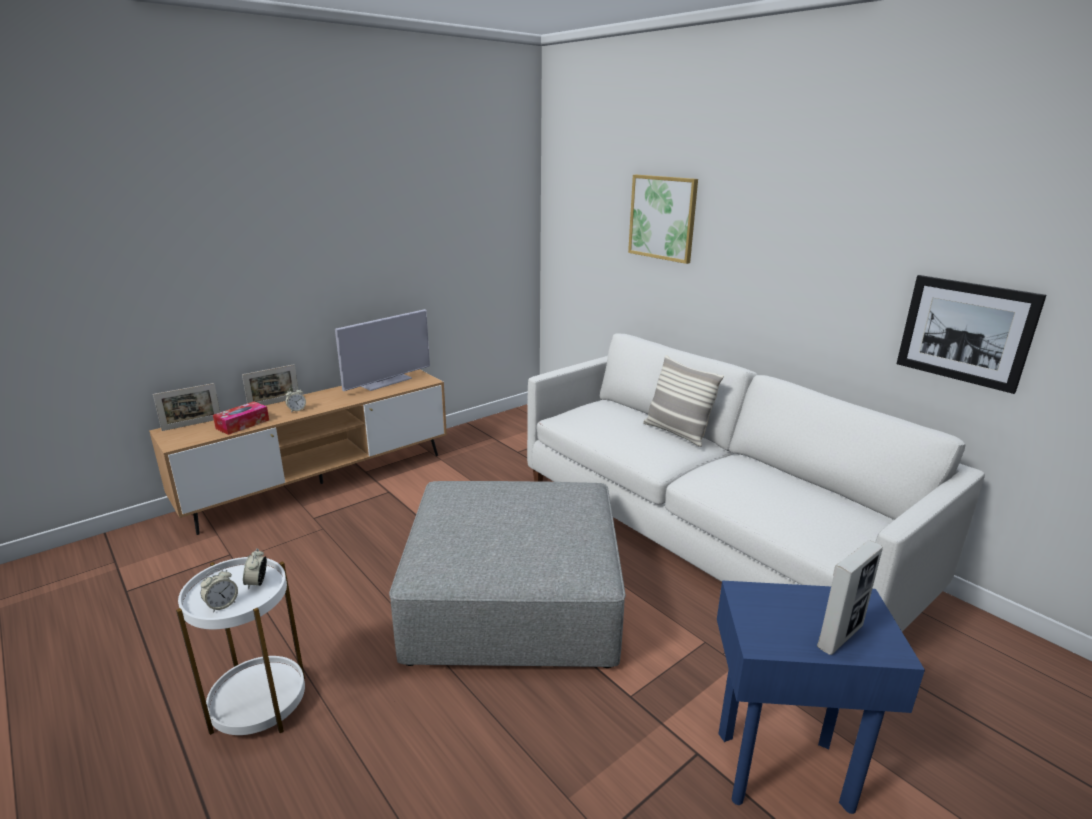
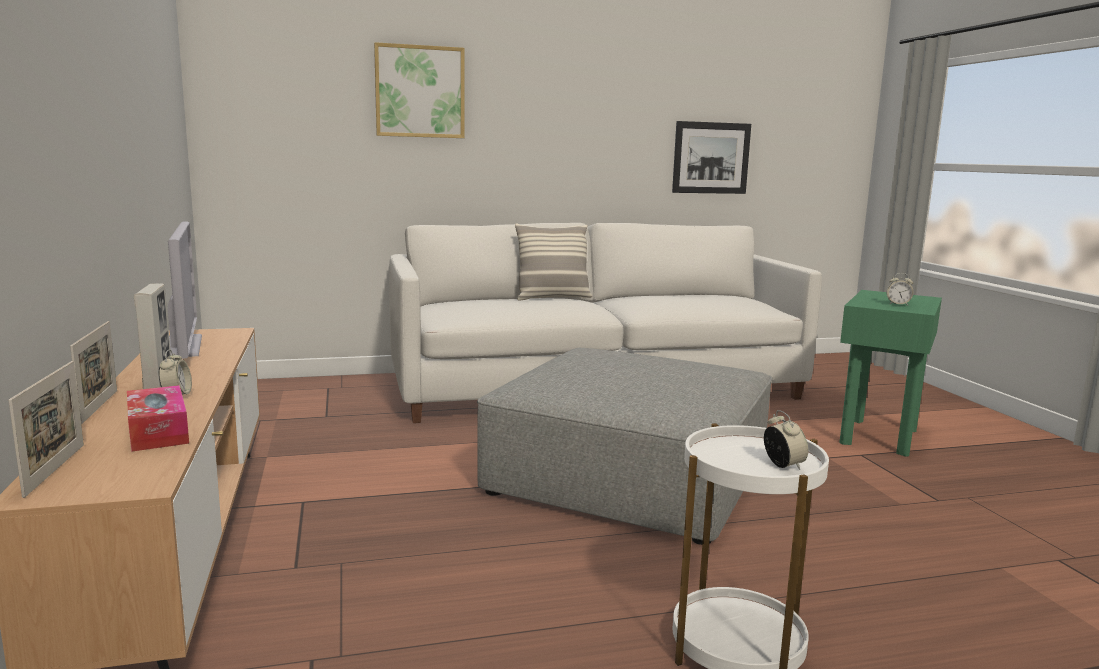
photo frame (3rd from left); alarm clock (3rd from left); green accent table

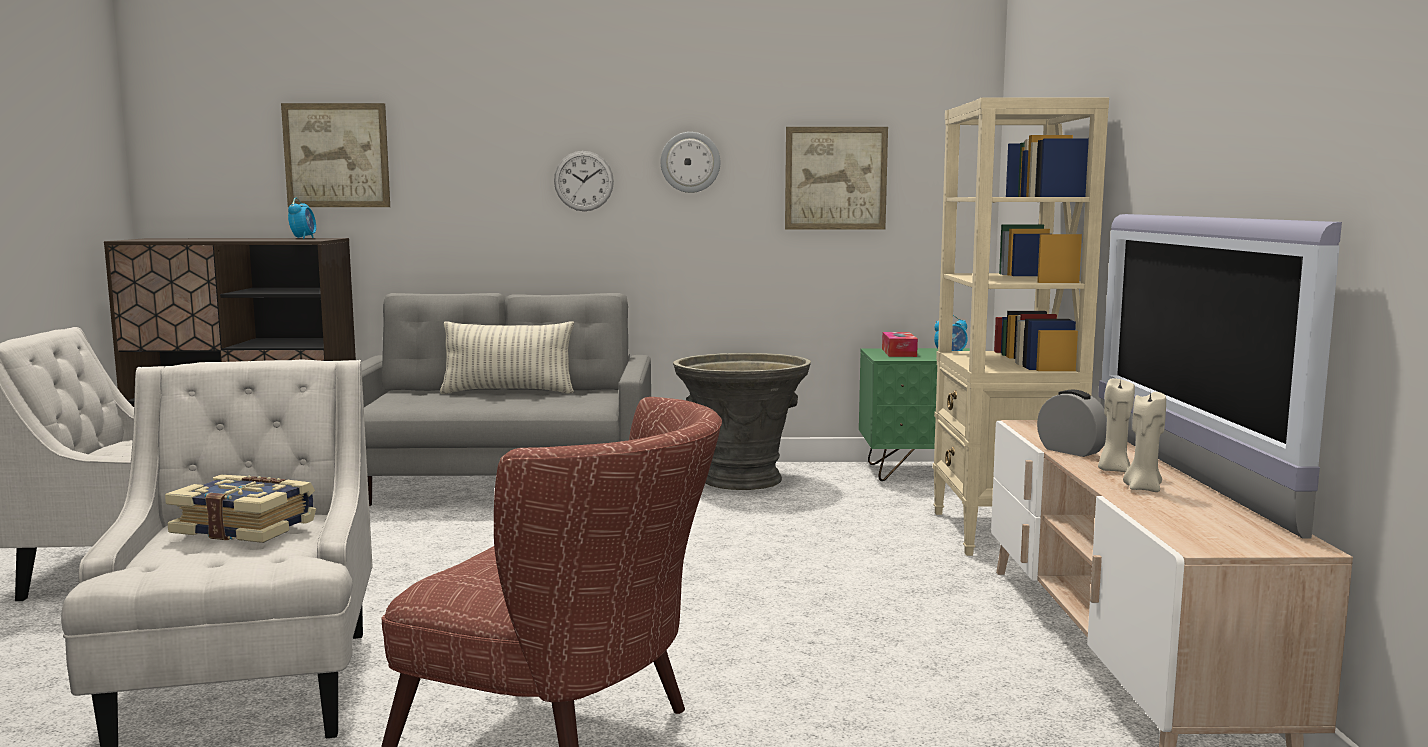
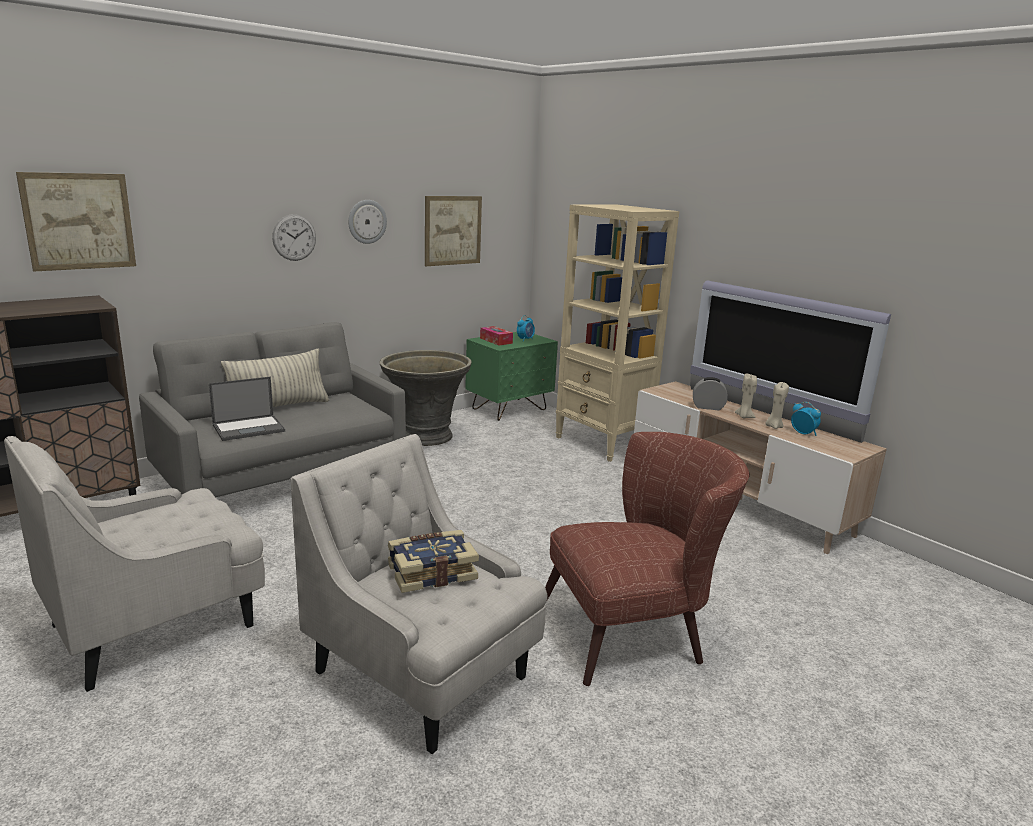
alarm clock (3rd from left); notebook computer

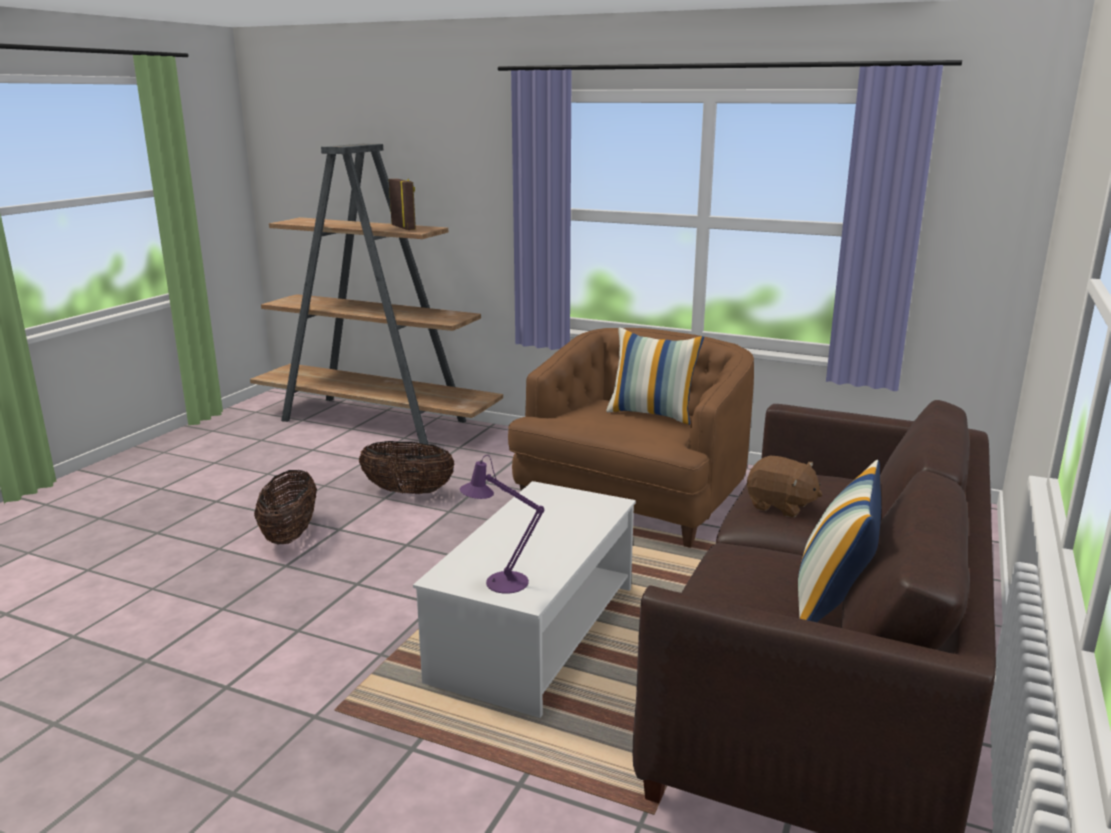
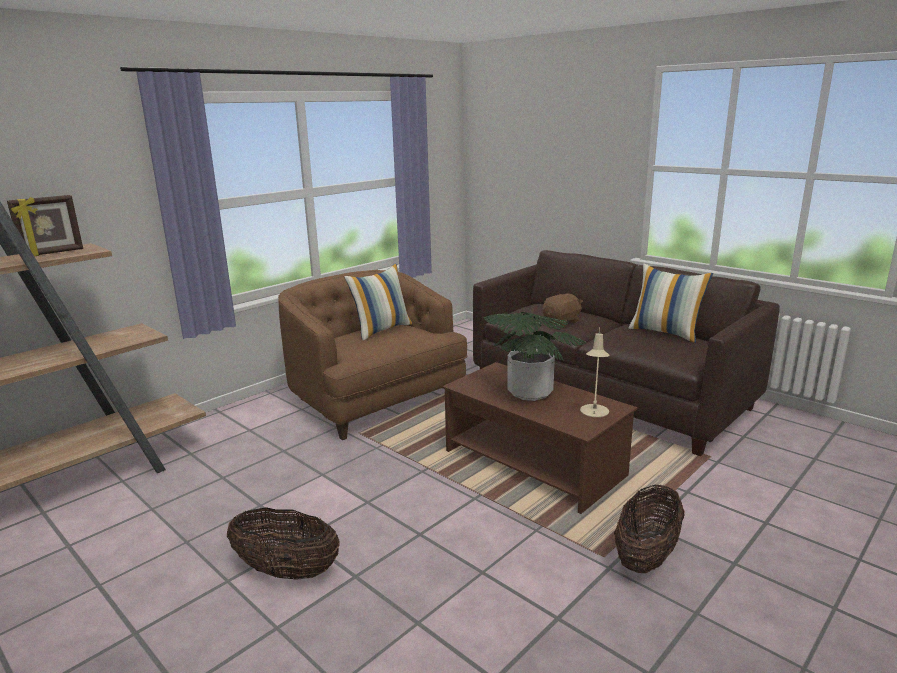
photo frame; household basket (2nd from left); sand-coloured lamp for a table; brown lounge table; plant in a pot

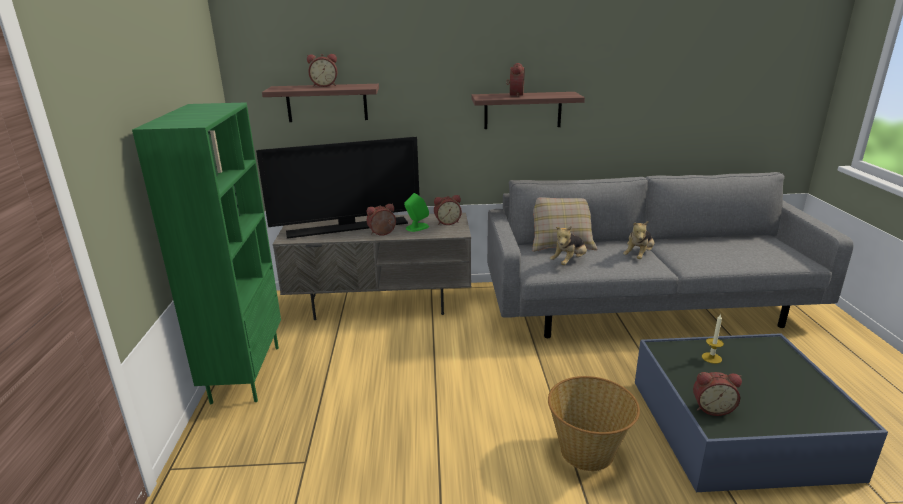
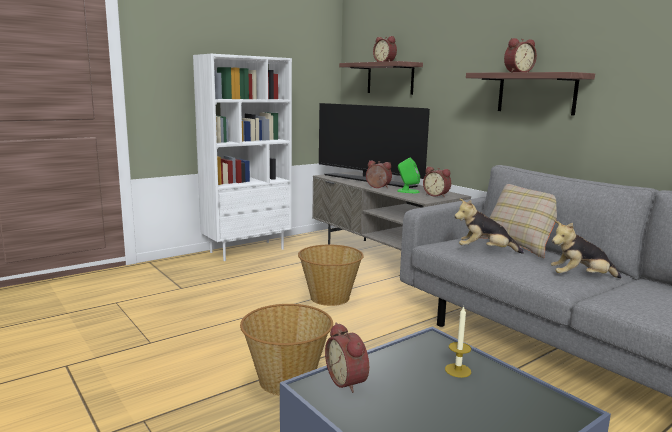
white-coloured bookcase; household basket (2nd from left)

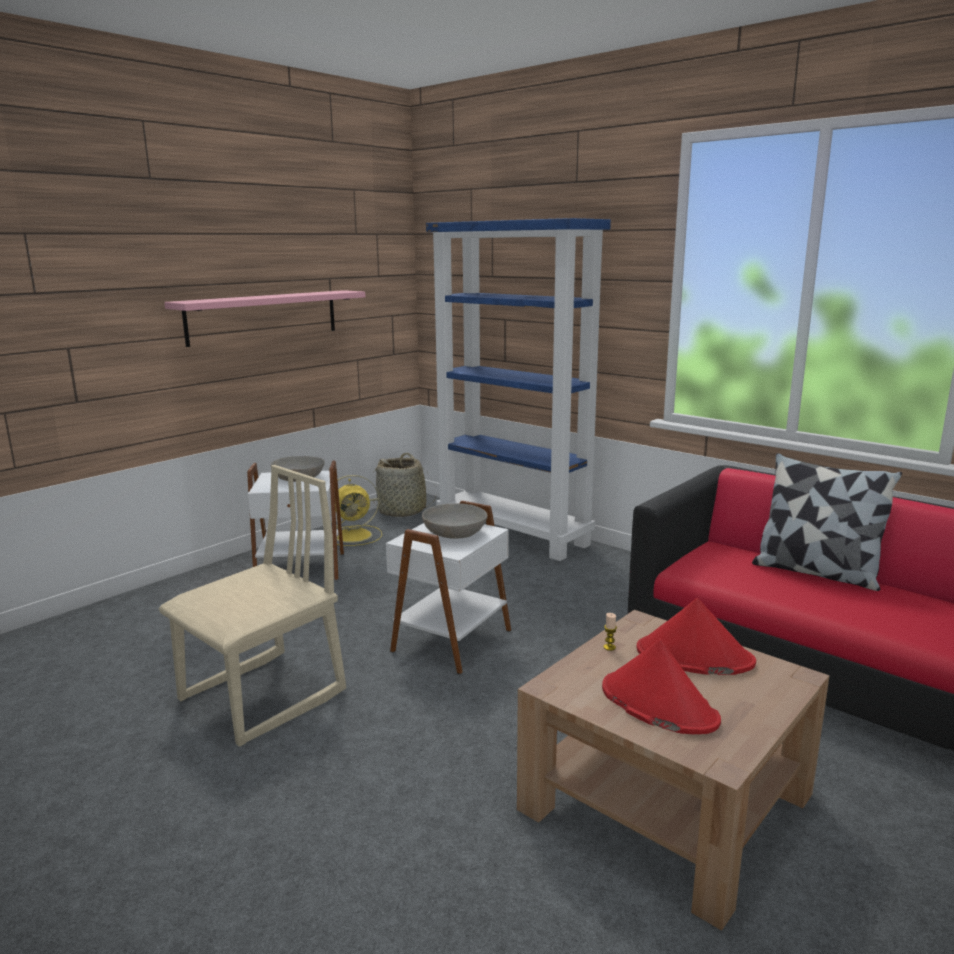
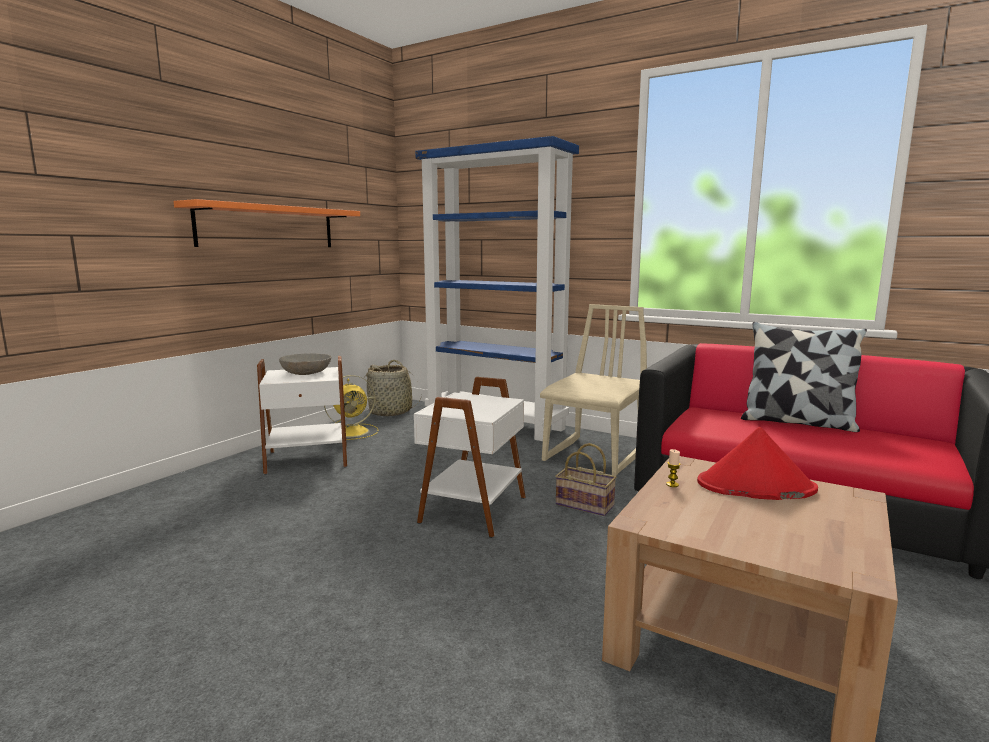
orange bracket shelf; sand-coloured chair; gray bowl (2nd from left in the first image); red wearable hat (1st from left in the first image); household basket (2nd from left)

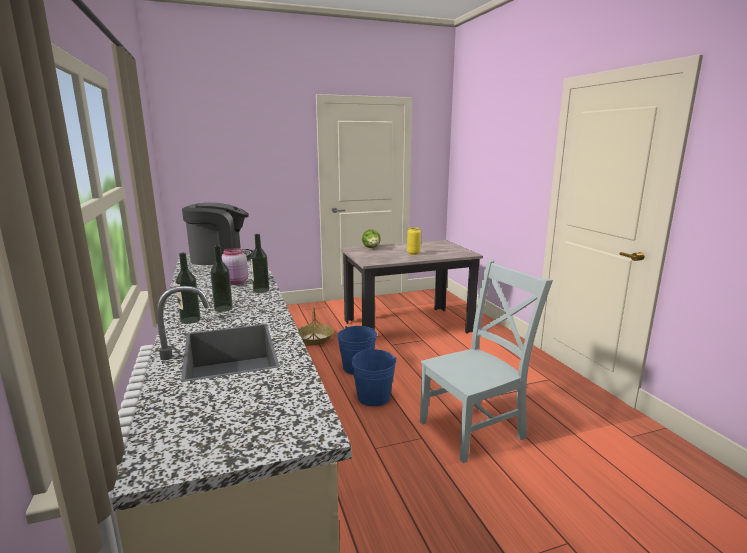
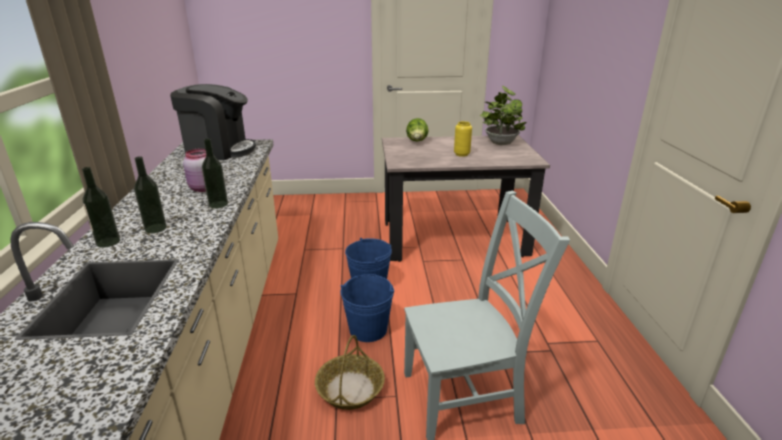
household basket; plant in a pot

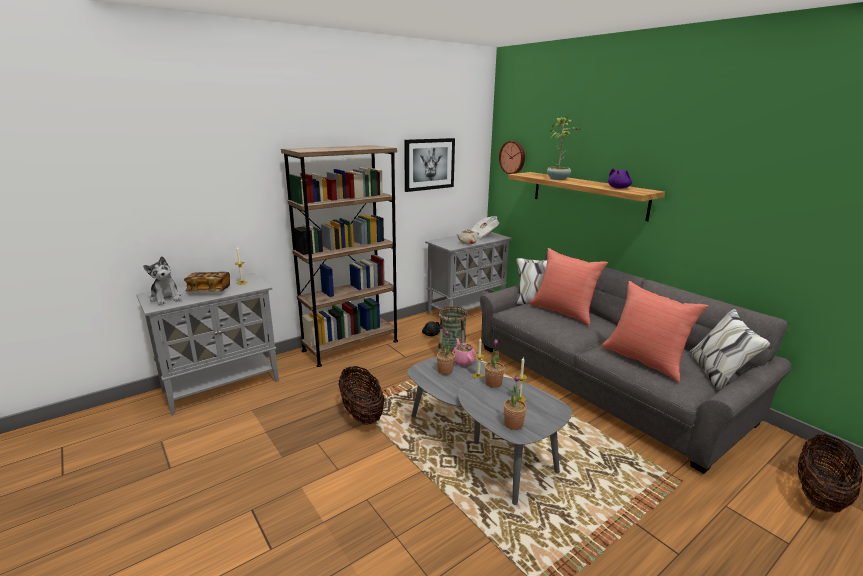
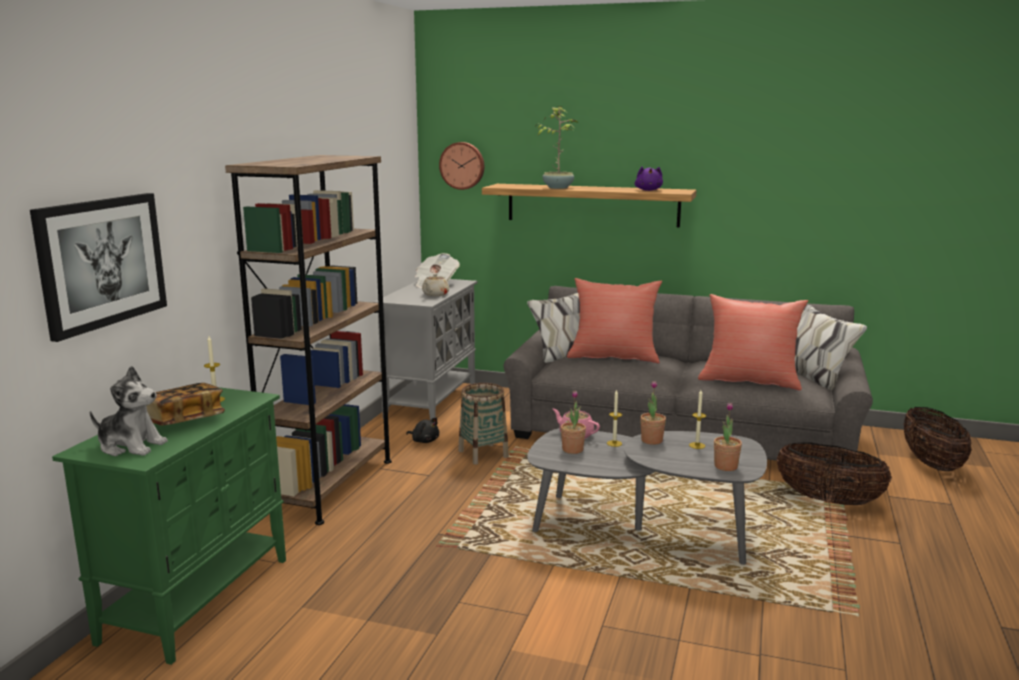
wall art; green storage cabinet; household basket (2nd from left)

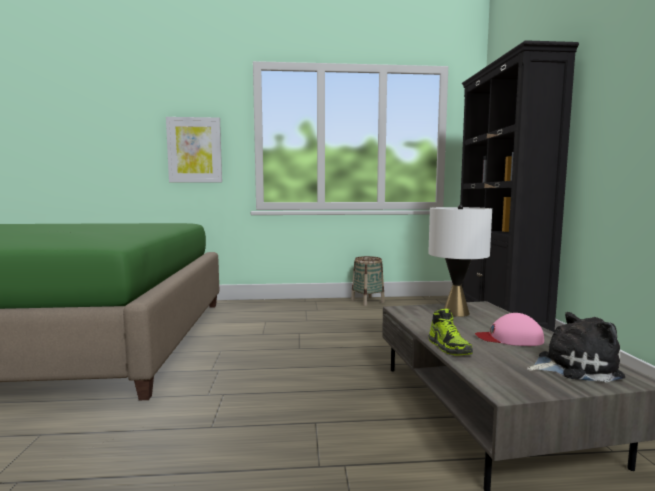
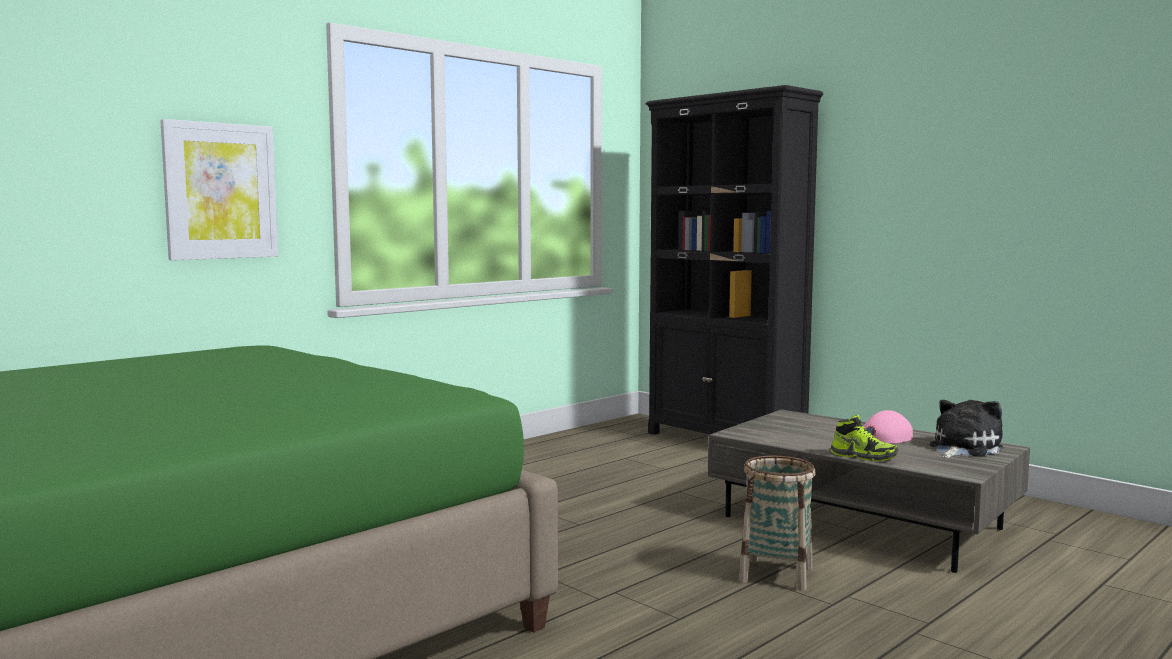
white-coloured lamp for a table; household basket

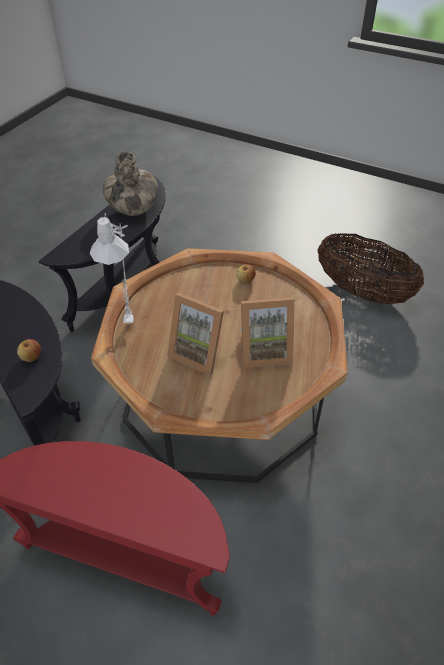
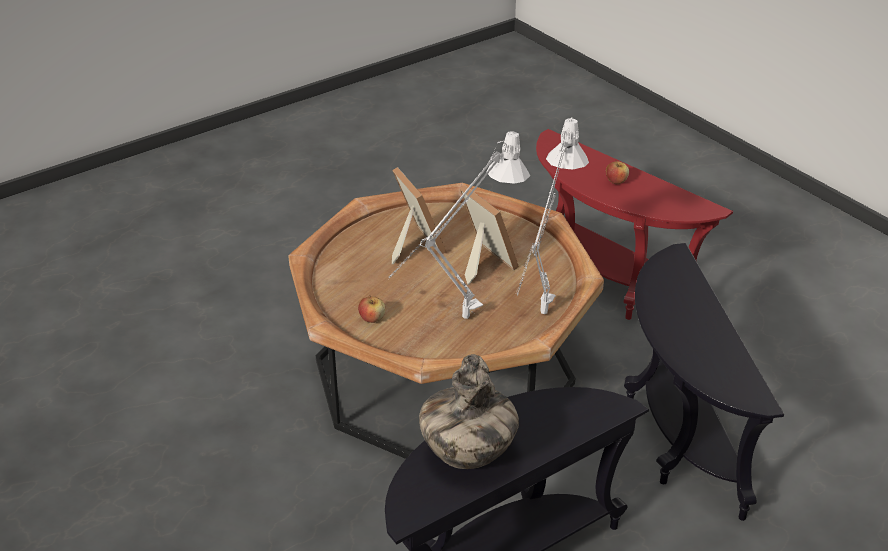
household basket; photo frame (1st from left); whole apple (2nd from left); white-coloured lamp for a table (1st from left)

